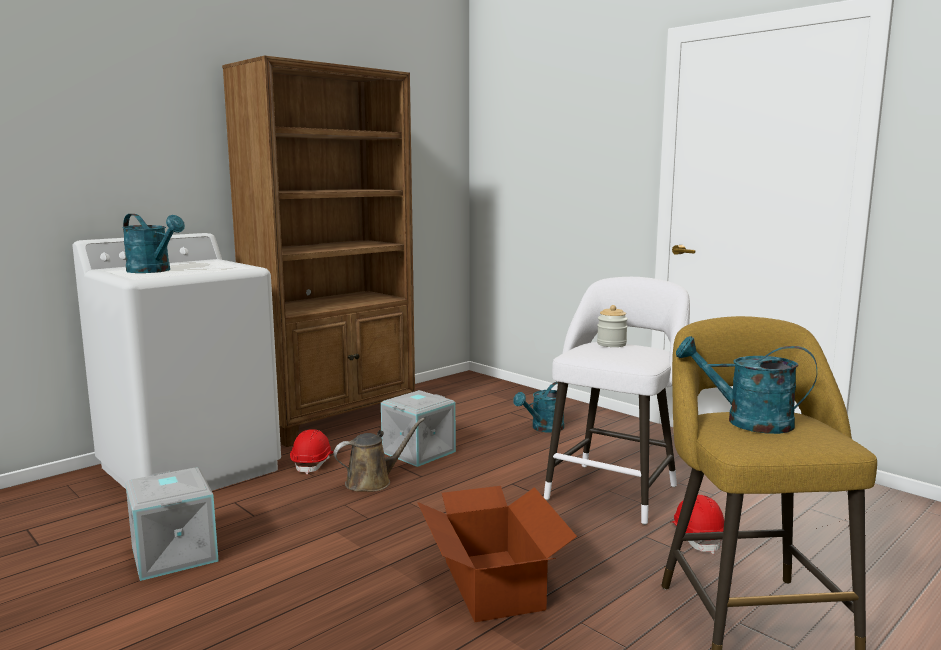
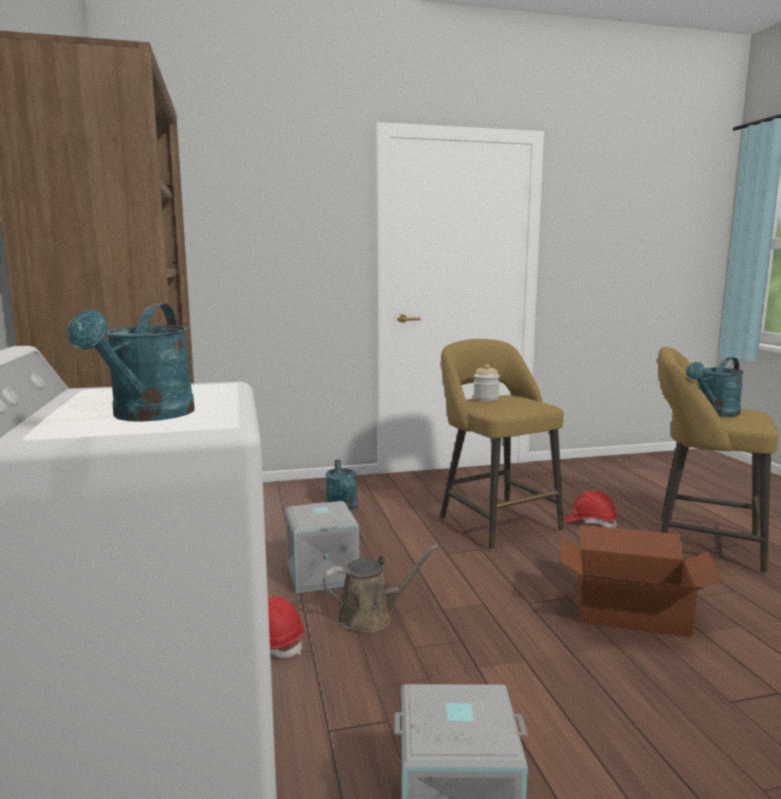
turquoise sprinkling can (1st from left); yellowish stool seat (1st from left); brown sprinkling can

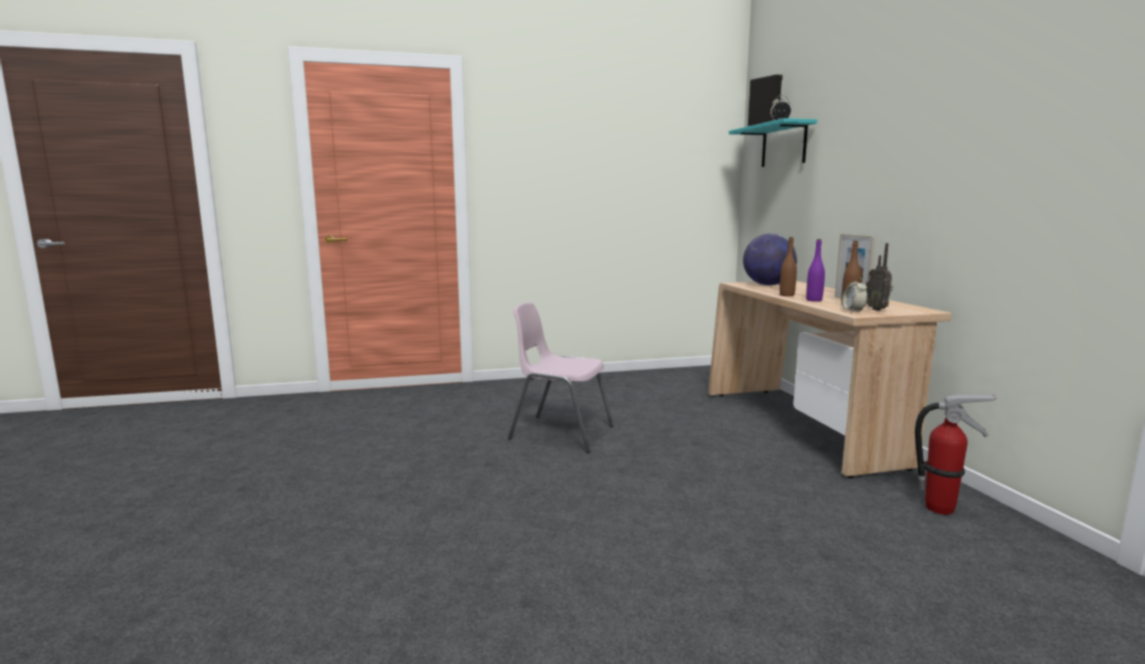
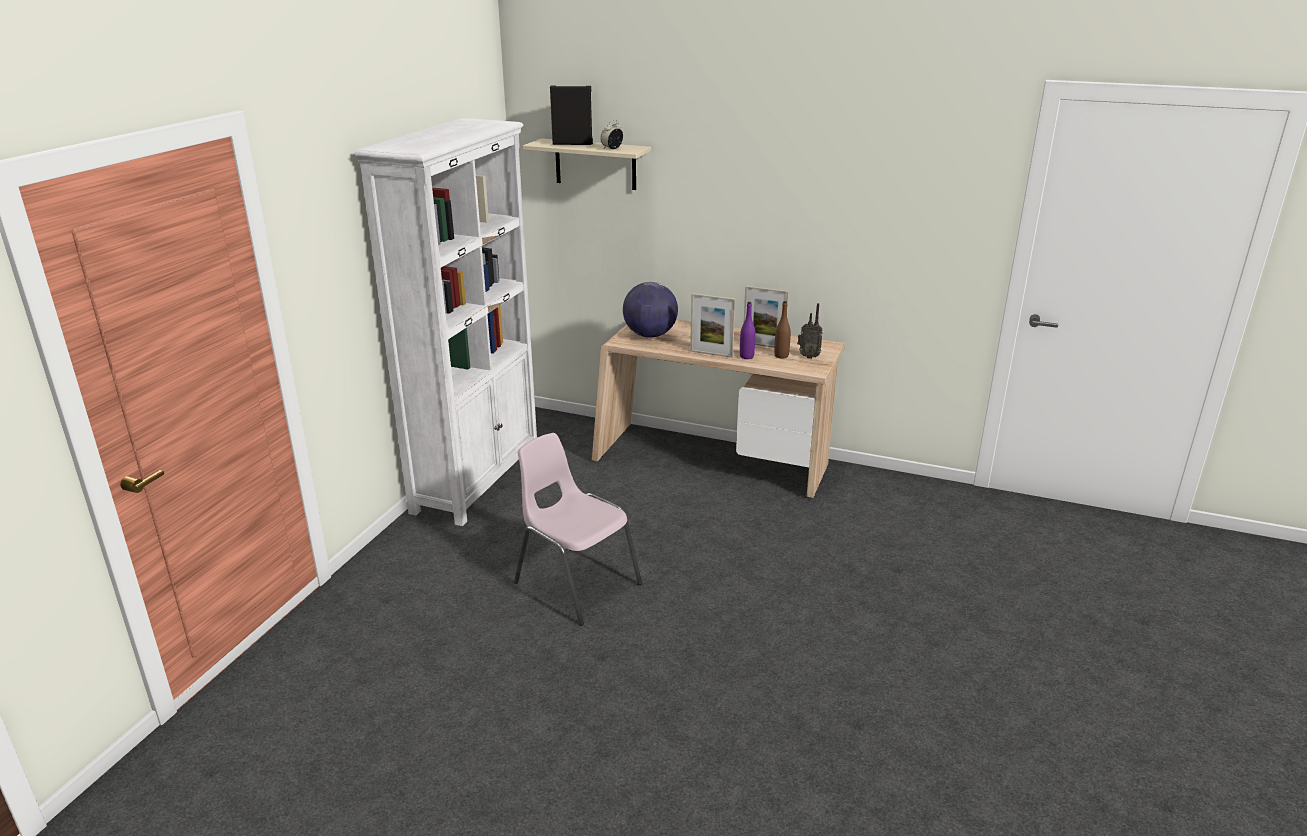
sand-coloured bracket shelf; photo frame (1st from left); alarm clock (2nd from left in the first image); pinkish chair; fire-fighting cylinder; white-coloured bookcase

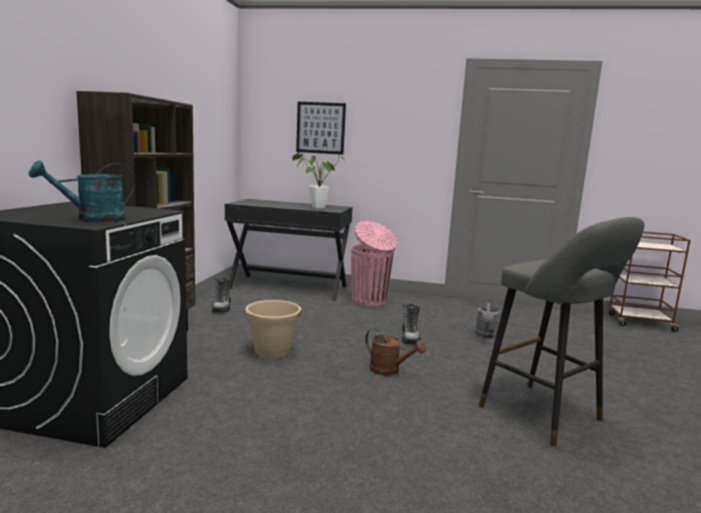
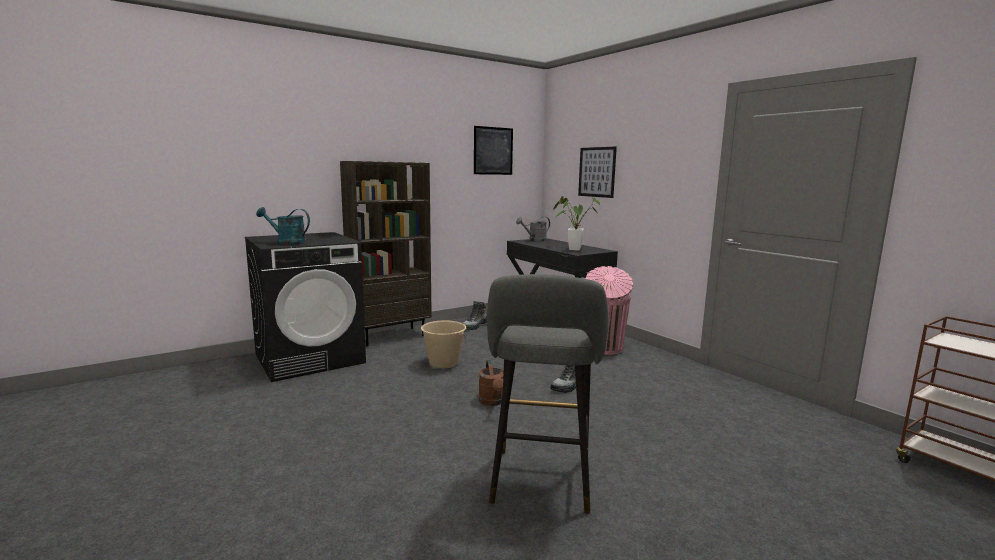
gray sprinkling can; wall art (1st from left)

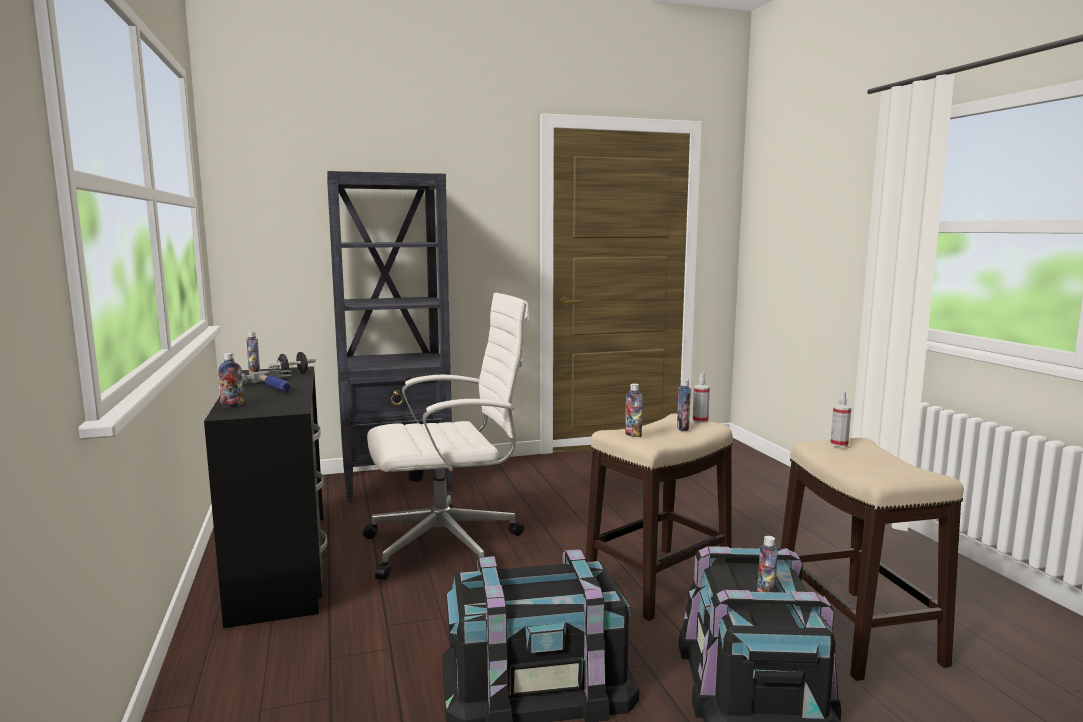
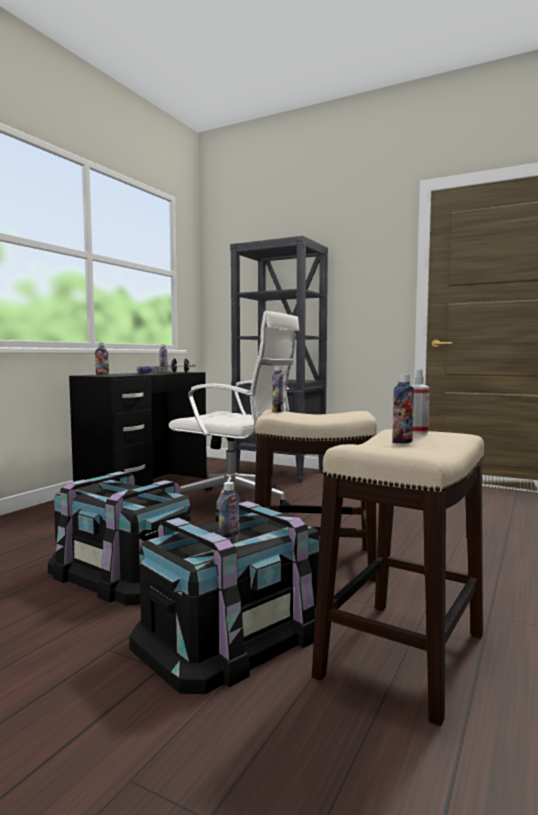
hand sprayer (1st from left in the first image); bottle (5th from left)

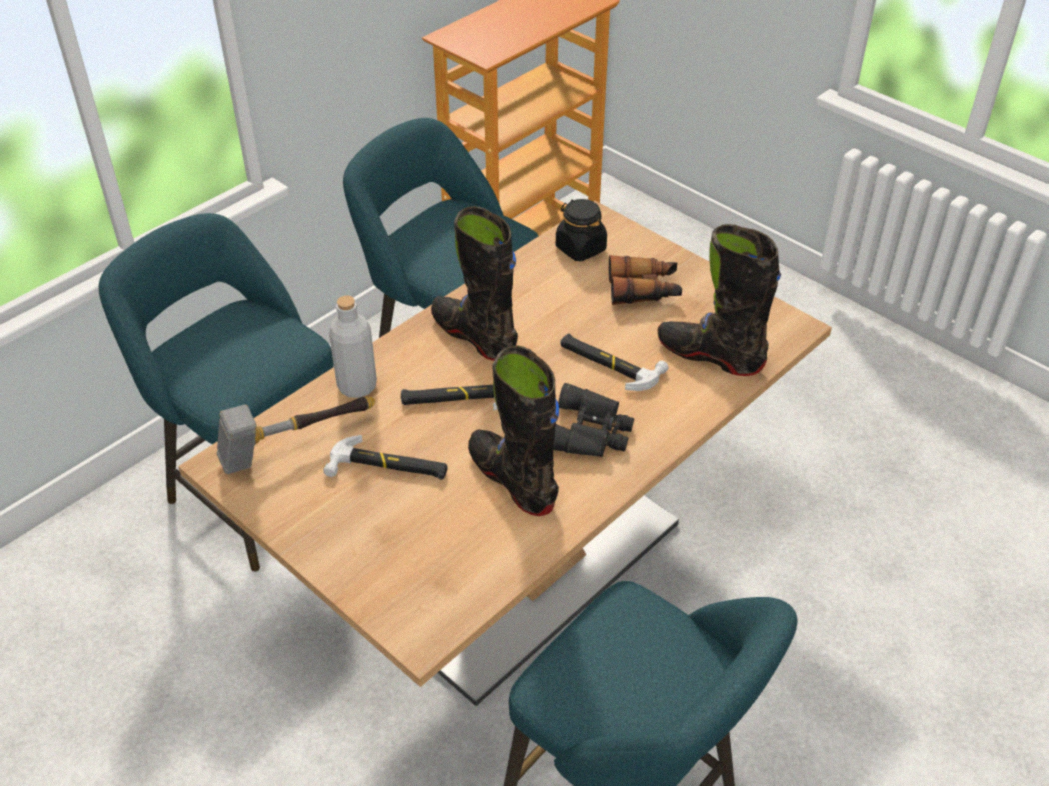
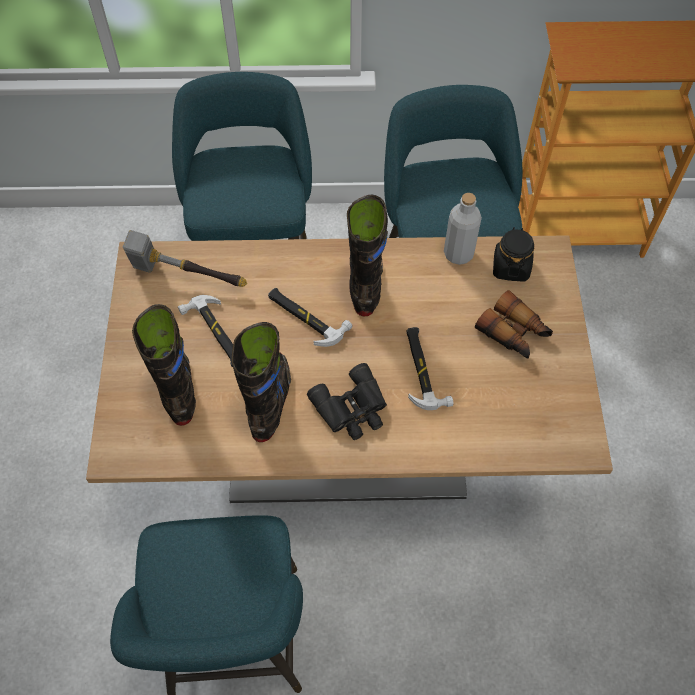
black-coloured boot (1st from left); gray bottle

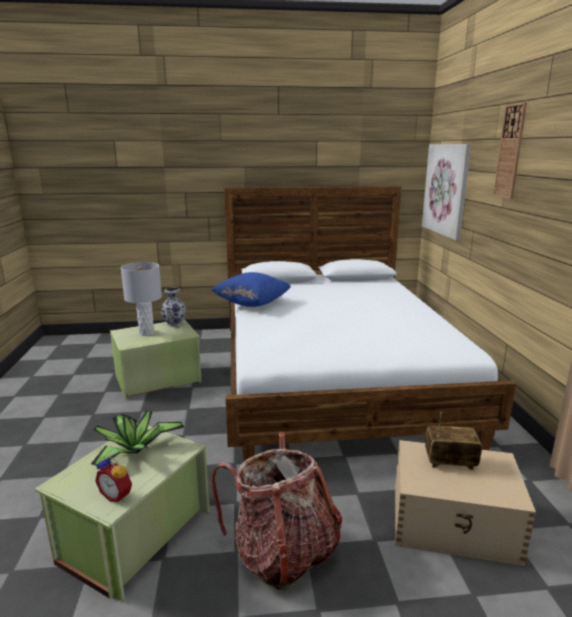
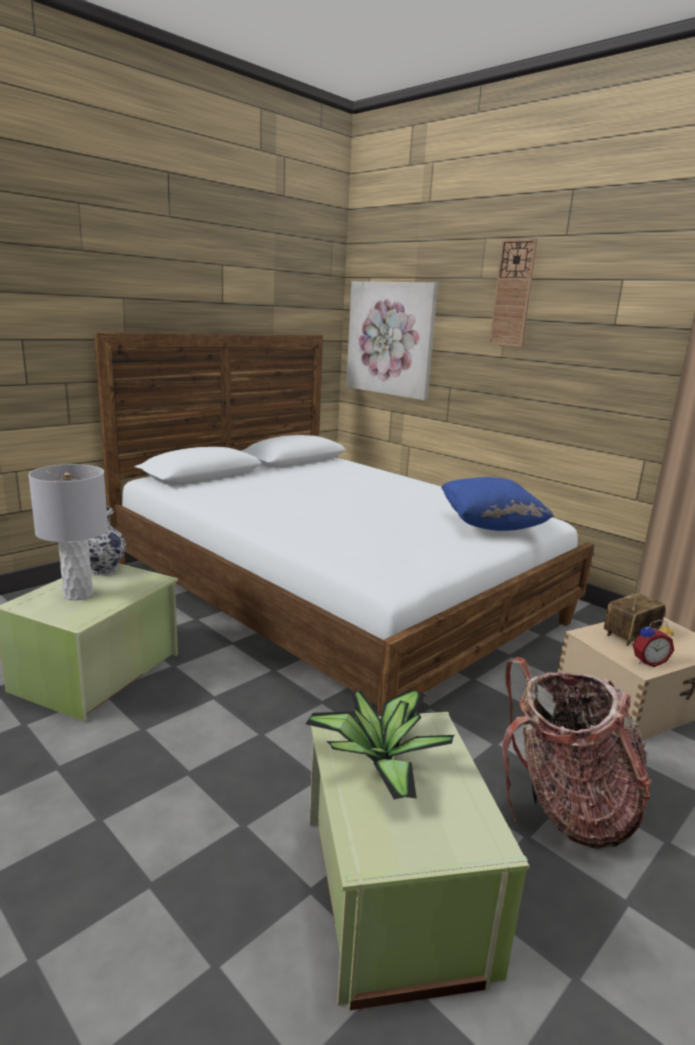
blue pillow; alarm clock

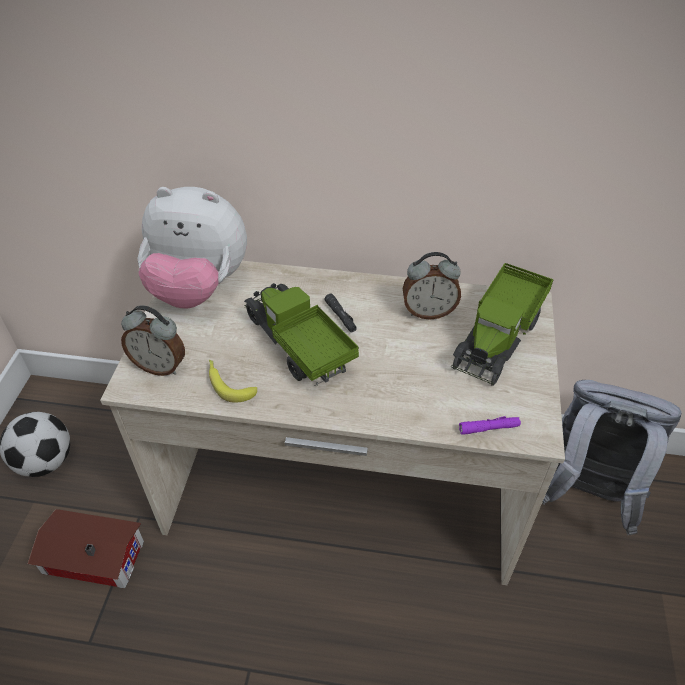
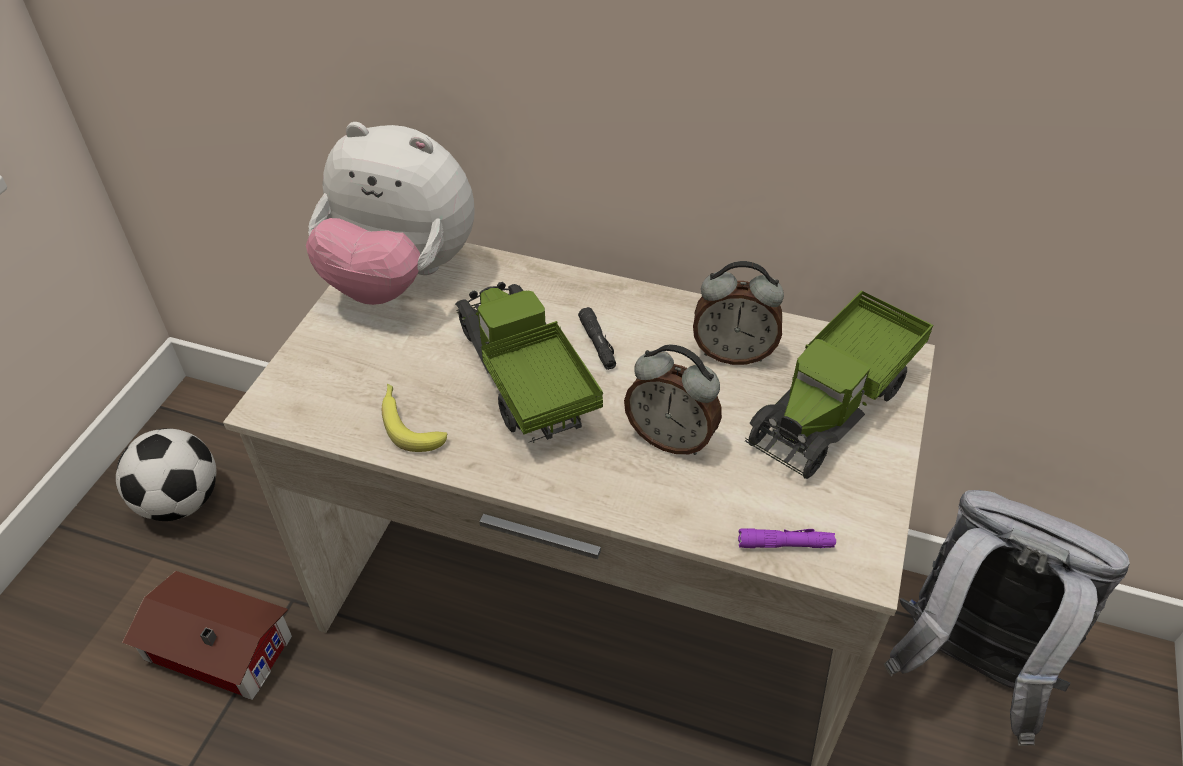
alarm clock (1st from left)

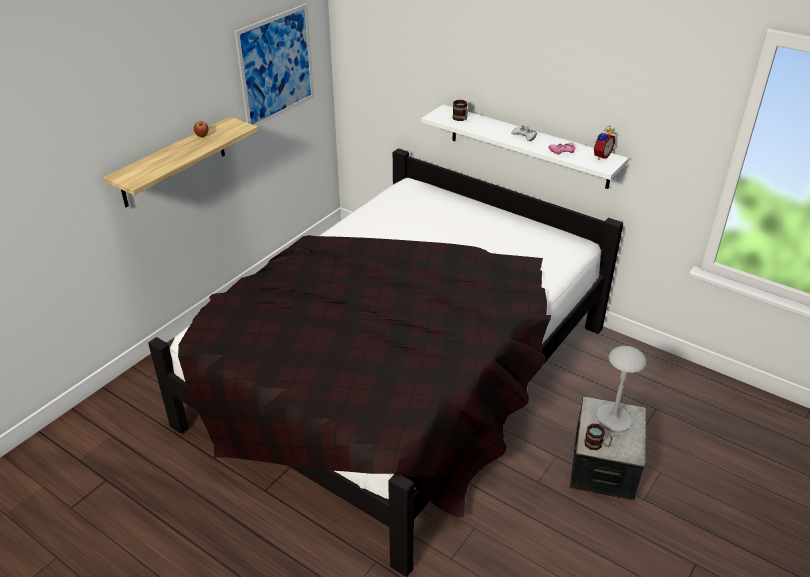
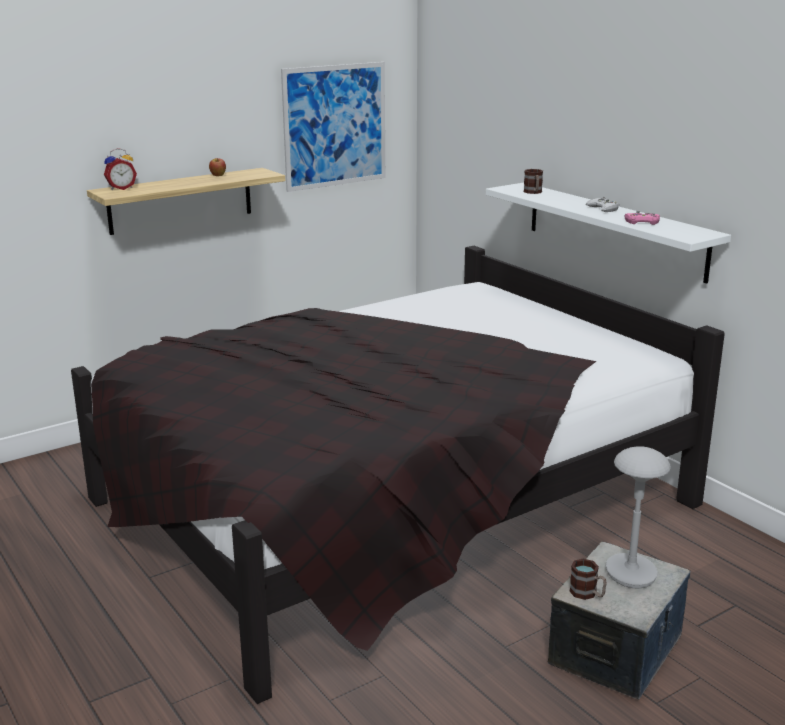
alarm clock

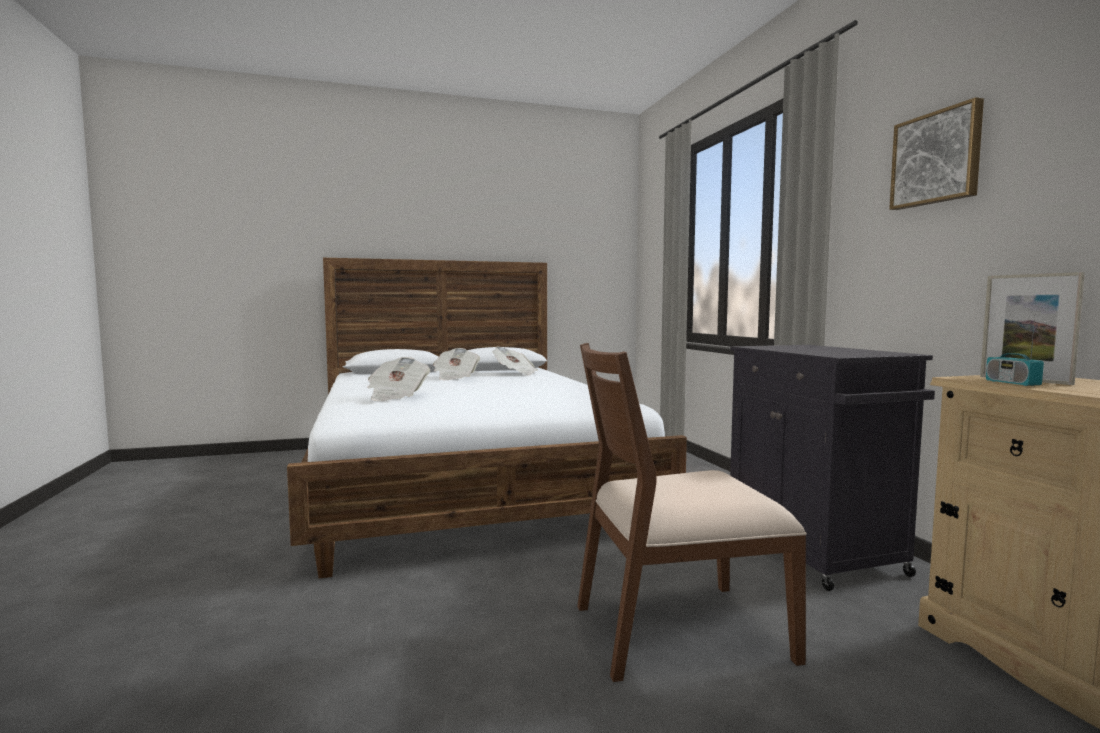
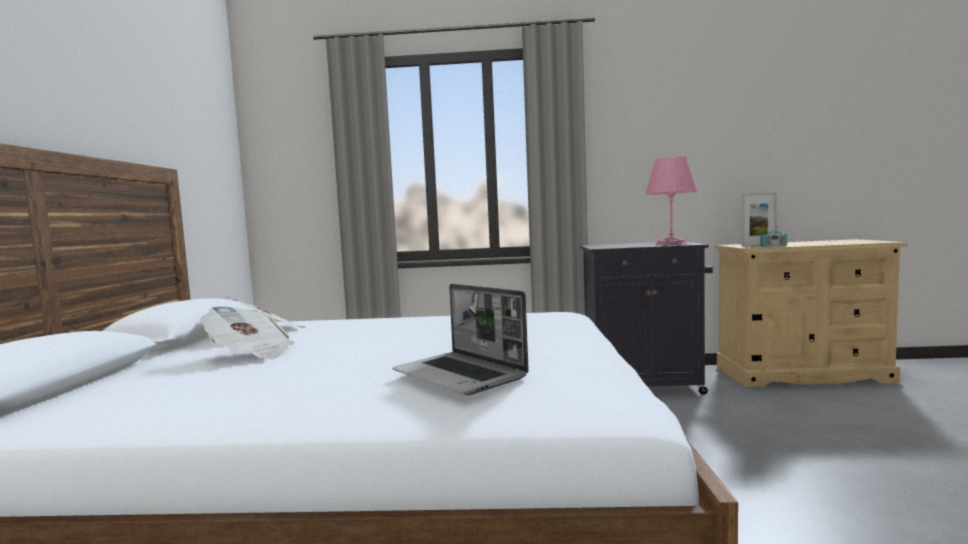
wall art; brown chair; notebook computer; pinkish lamp for a table

